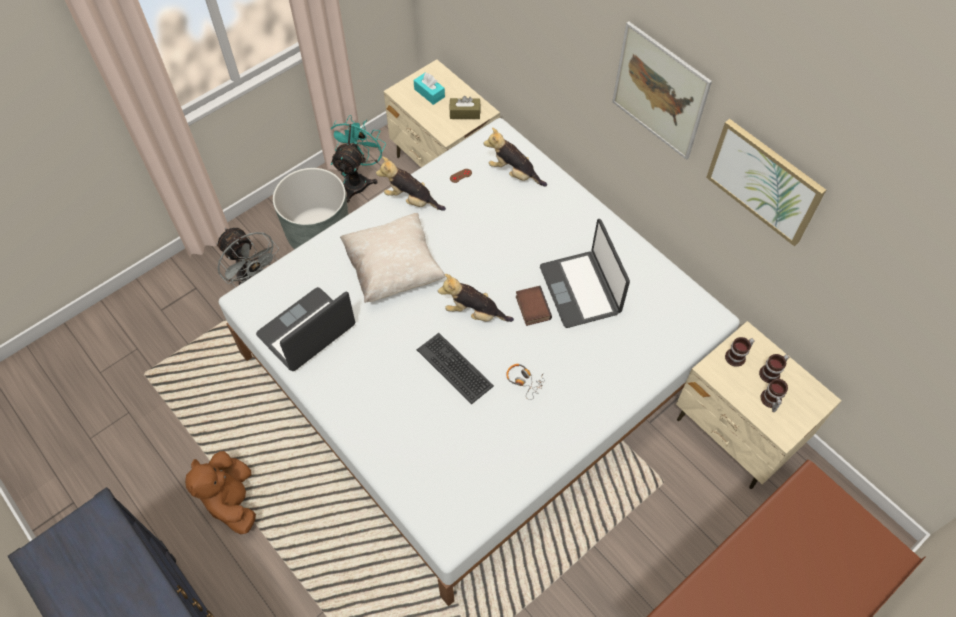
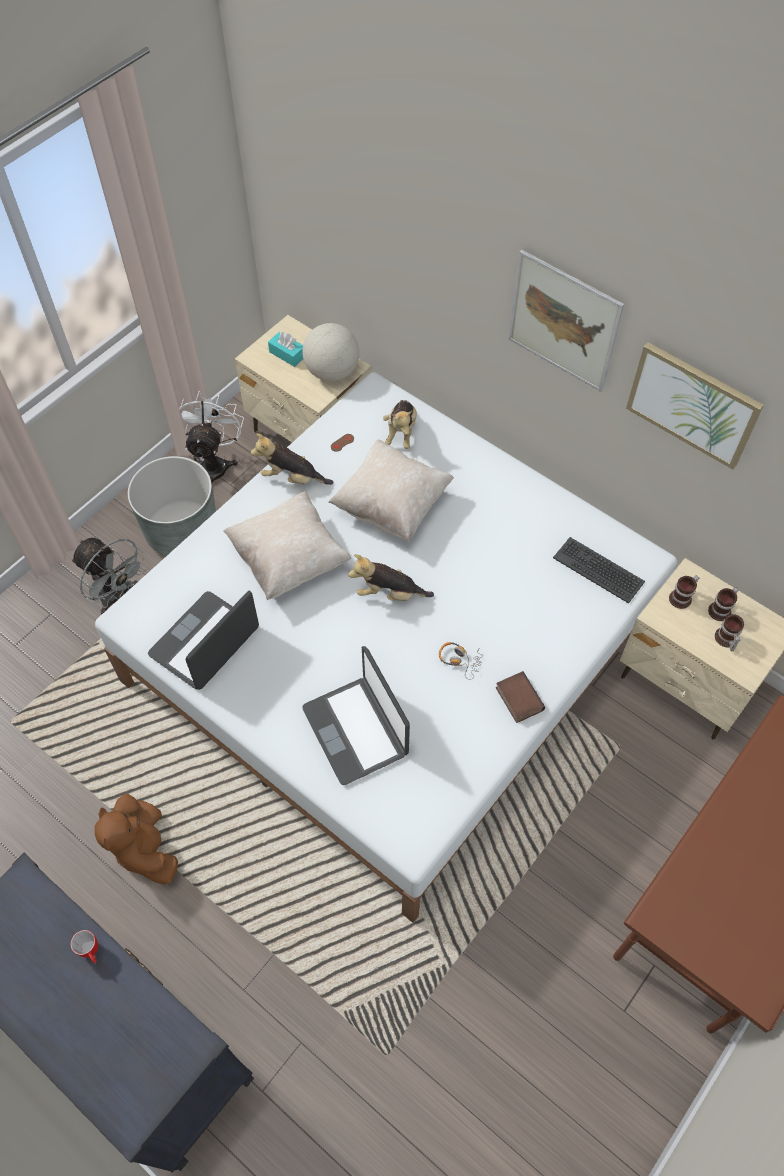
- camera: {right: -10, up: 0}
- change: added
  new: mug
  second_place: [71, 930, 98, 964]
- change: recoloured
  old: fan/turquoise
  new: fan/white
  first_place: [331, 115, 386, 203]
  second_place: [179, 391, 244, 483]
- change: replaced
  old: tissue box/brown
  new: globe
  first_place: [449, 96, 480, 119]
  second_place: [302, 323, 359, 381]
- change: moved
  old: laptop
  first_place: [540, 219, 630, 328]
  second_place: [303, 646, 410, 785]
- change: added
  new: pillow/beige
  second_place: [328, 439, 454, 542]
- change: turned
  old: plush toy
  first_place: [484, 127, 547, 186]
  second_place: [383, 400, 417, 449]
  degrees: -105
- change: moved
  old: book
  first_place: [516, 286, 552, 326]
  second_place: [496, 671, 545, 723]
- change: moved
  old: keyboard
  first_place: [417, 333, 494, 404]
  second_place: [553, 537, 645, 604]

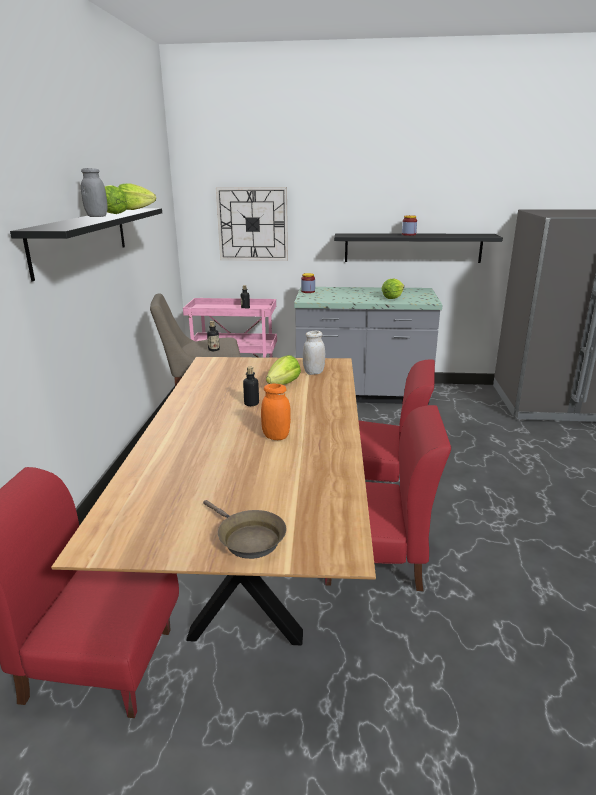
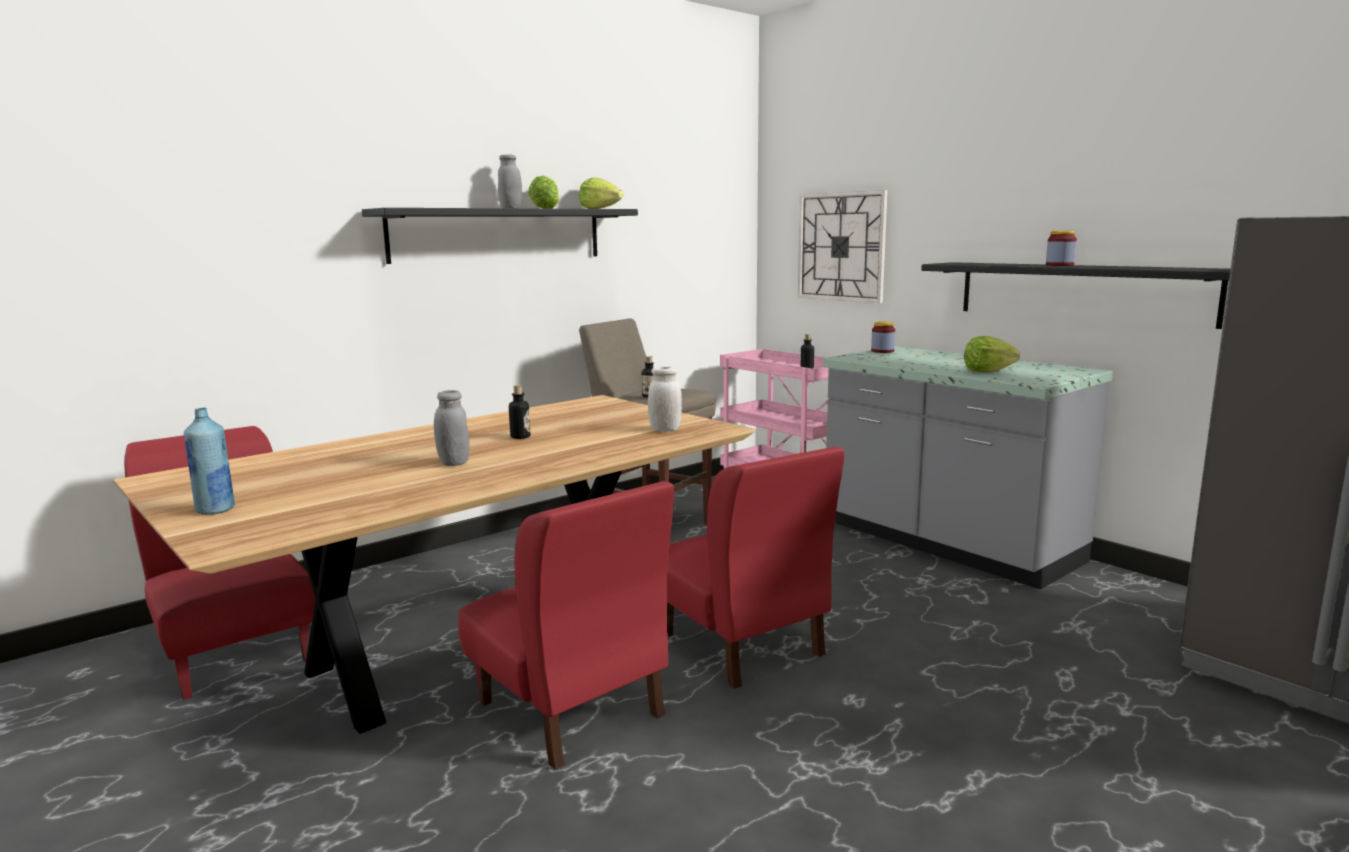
- camera: {right: 45, up: -10}
- change: replaced
  old: frying pan/brown
  new: bottle/blue
  first_place: [203, 500, 286, 559]
  second_place: [184, 407, 235, 515]
- change: recoloured
  old: jar/orange
  new: jar/grey
  first_place: [261, 383, 291, 440]
  second_place: [434, 390, 469, 466]
- change: removed
  old: lettuce
  first_place: [266, 355, 301, 385]

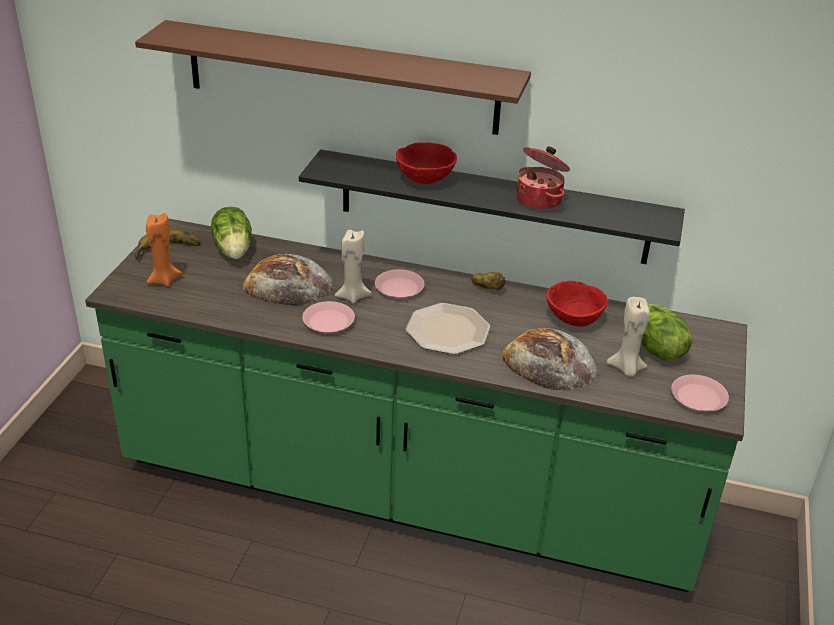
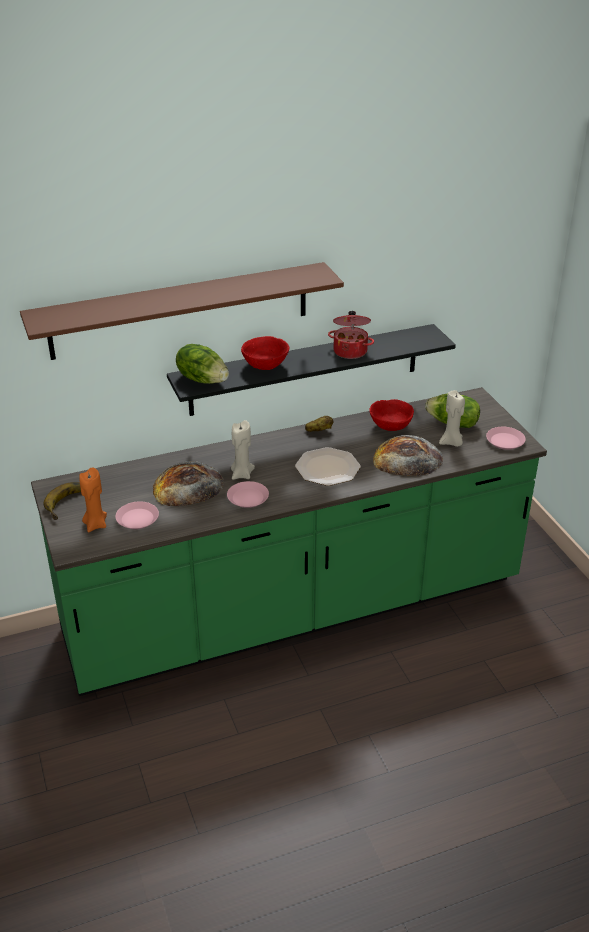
- camera: {right: -35, up: 0}
- change: moved
  old: plate/pink
  first_place: [375, 269, 424, 299]
  second_place: [115, 501, 159, 529]
- change: moved
  old: lettuce
  first_place: [211, 206, 252, 259]
  second_place: [176, 344, 229, 384]

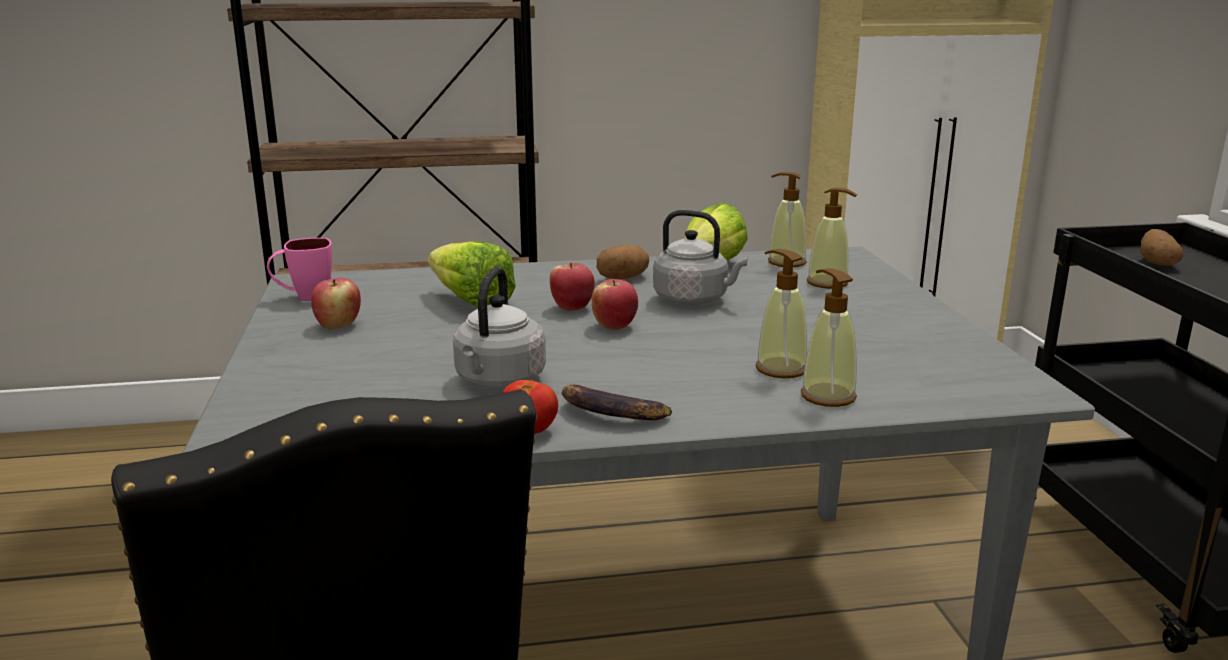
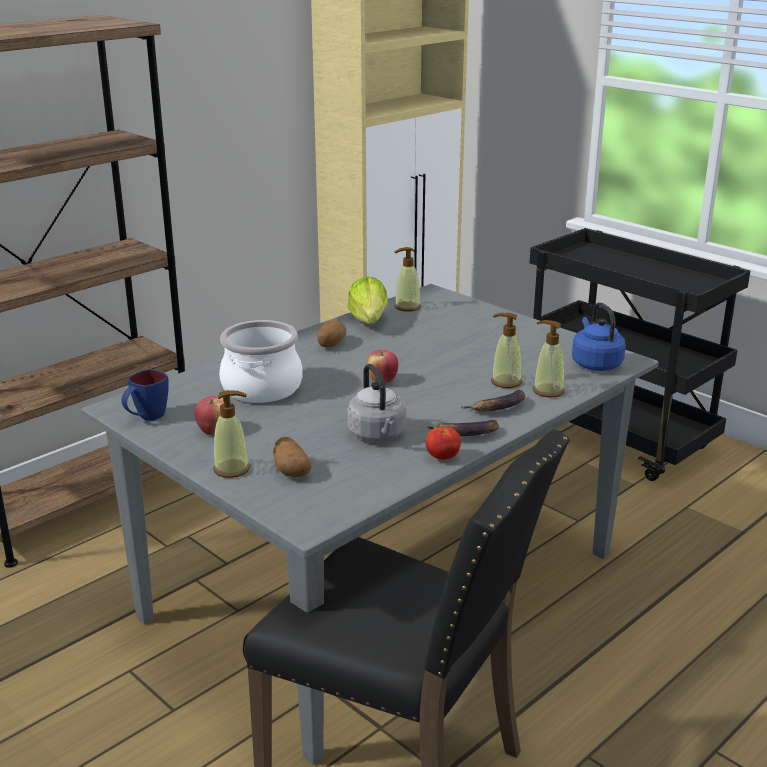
- camera: {right: -35, up: 5}
- change: recoloured
  old: mug/pink
  new: mug/blue
  first_place: [267, 238, 332, 301]
  second_place: [121, 369, 169, 421]
- change: moved
  old: soap dispenser
  first_place: [807, 188, 857, 289]
  second_place: [213, 390, 250, 478]
- change: replaced
  old: lettuce
  new: cooking pot
  first_place: [428, 241, 516, 308]
  second_place: [219, 320, 302, 403]
- change: moved
  old: potato
  first_place: [1140, 229, 1183, 266]
  second_place: [273, 437, 311, 477]
- change: added
  new: banana
  second_place: [460, 390, 526, 412]
- change: added
  new: kettle/blue
  second_place: [572, 302, 626, 371]
- change: removed
  old: apple
  first_place: [550, 263, 595, 311]
- change: removed
  old: kettle/grey
  first_place: [653, 210, 748, 305]

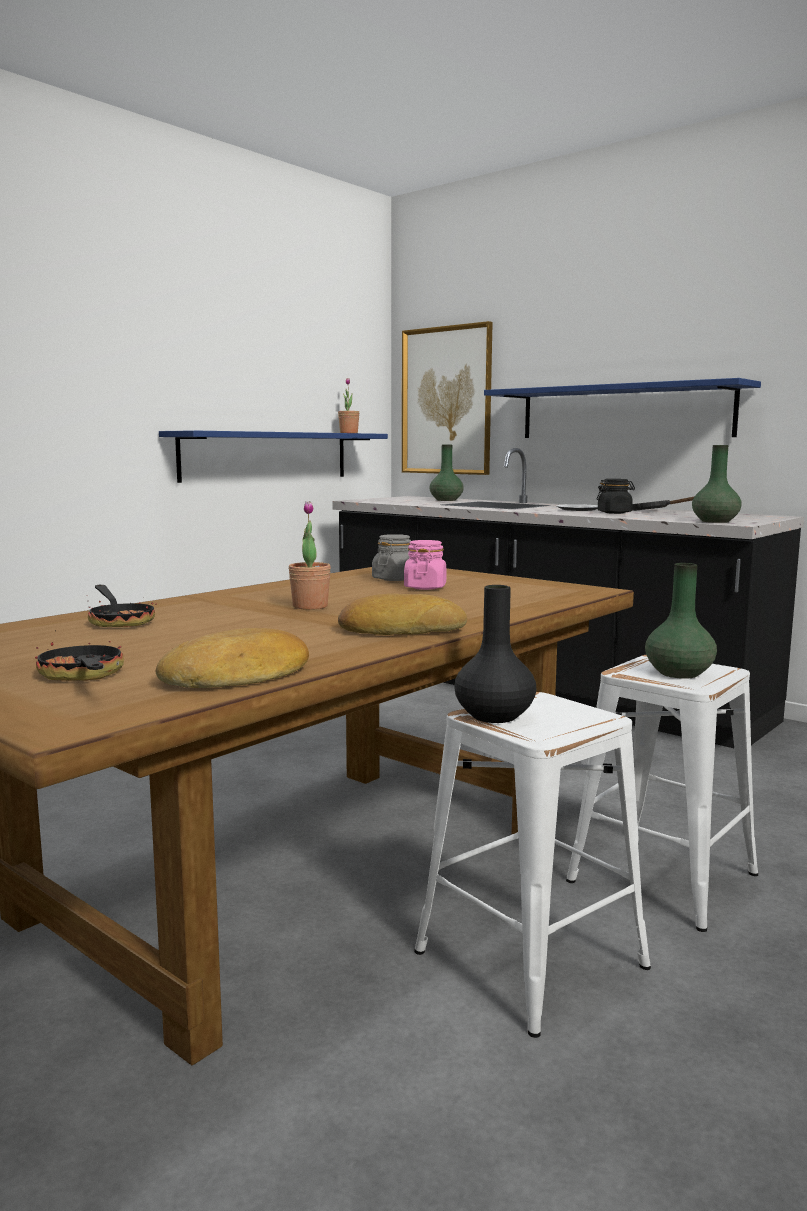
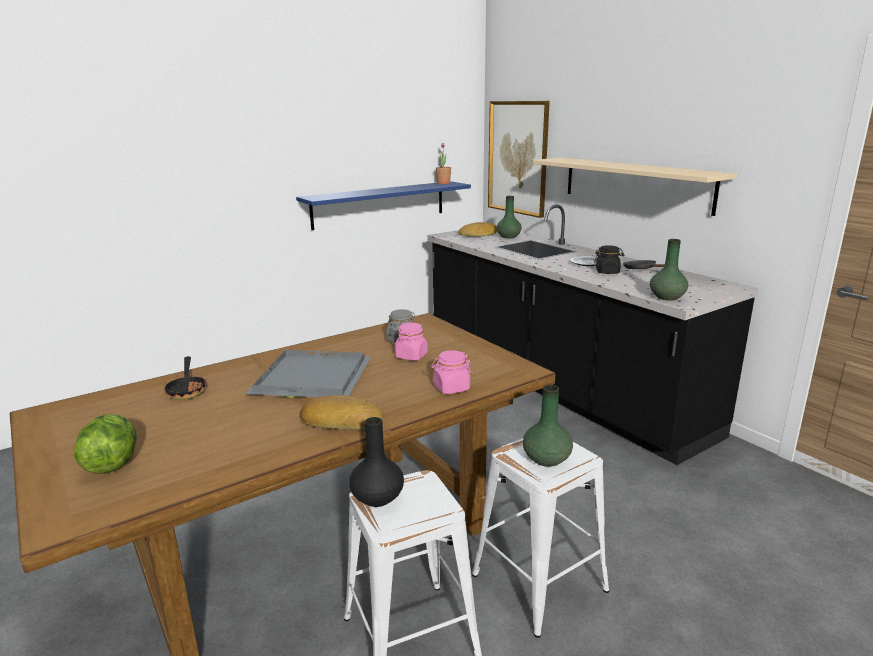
- camera: {right: 15, up: 10}
- change: replaced
  old: frying pan
  new: lettuce
  first_place: [35, 630, 124, 681]
  second_place: [74, 414, 137, 474]
- change: replaced
  old: potted plant
  new: tray/grey
  first_place: [288, 501, 331, 610]
  second_place: [245, 350, 371, 398]
- change: added
  new: jar/pink
  second_place: [431, 350, 471, 394]
- change: moved
  old: bread
  first_place: [156, 628, 309, 688]
  second_place: [458, 222, 497, 237]
- change: recoloured
  old: shelf/blue
  new: shelf/beige
  first_place: [484, 378, 761, 438]
  second_place: [533, 158, 737, 216]

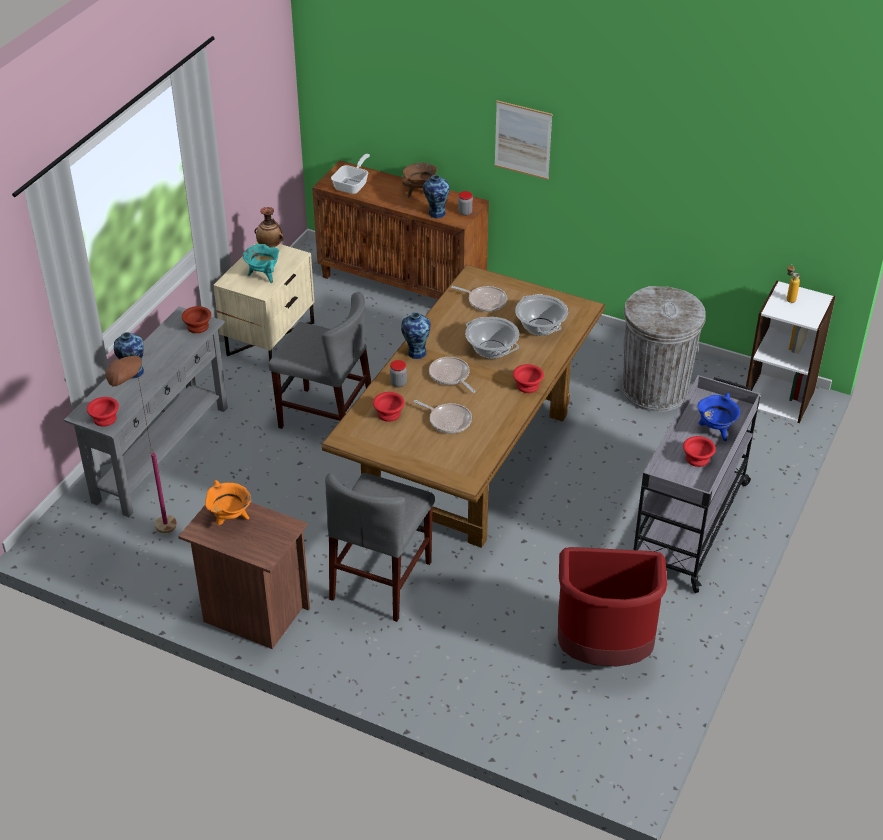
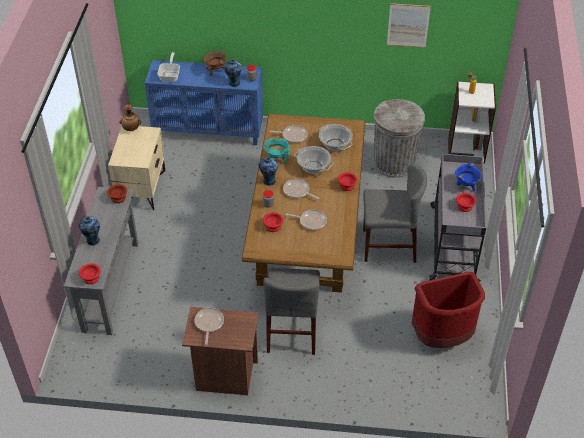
- camera: {right: -20, up: 5}
- change: recoloured
  old: cabinet/brown
  new: cabinet/blue
  first_place: [312, 160, 489, 299]
  second_place: [145, 60, 263, 145]
- change: replaced
  old: cooking pot/orange
  new: frying pan
  first_place: [205, 480, 251, 525]
  second_place: [195, 308, 224, 345]
- change: moved
  old: cooking pot/turquoise
  first_place: [242, 244, 279, 283]
  second_place: [264, 138, 290, 163]
- change: moved
  old: chair/grey
  first_place: [269, 292, 371, 429]
  second_place: [363, 163, 427, 263]
- change: moved
  old: picture
  first_place: [494, 100, 552, 180]
  second_place: [387, 3, 431, 48]
- change: removed
  old: floor lamp/brown
  first_place: [105, 354, 177, 534]

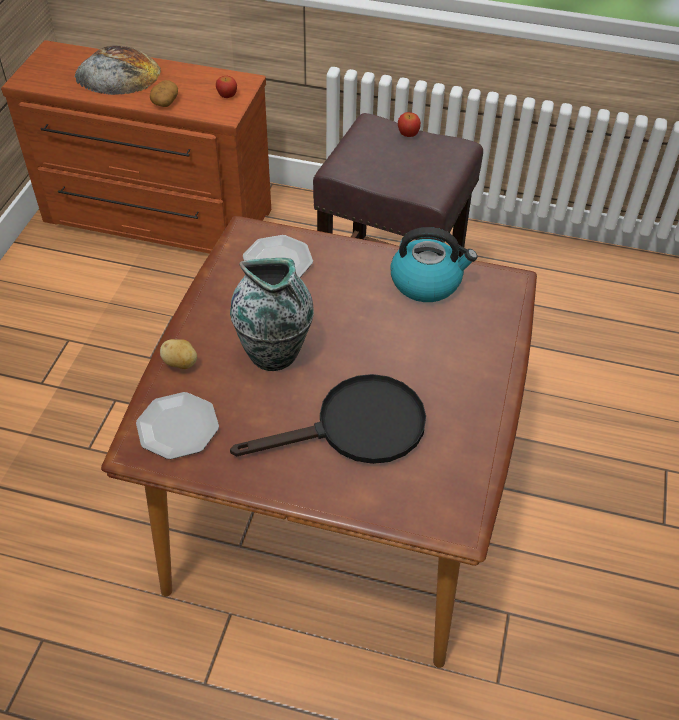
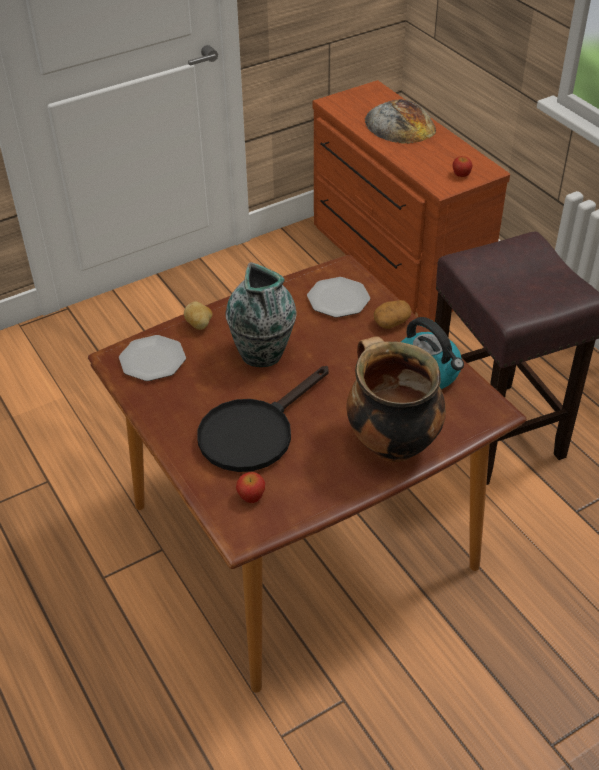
- camera: {right: 45, up: -5}
- change: turned
  old: frying pan/black
  first_place: [230, 374, 426, 464]
  second_place: [197, 366, 329, 472]
  degrees: 105
- change: moved
  old: apple
  first_place: [398, 112, 421, 137]
  second_place: [236, 472, 265, 503]
- change: added
  new: cooking pot
  second_place: [346, 337, 446, 462]
- change: moved
  old: potato
  first_place: [150, 80, 178, 107]
  second_place: [374, 300, 412, 329]

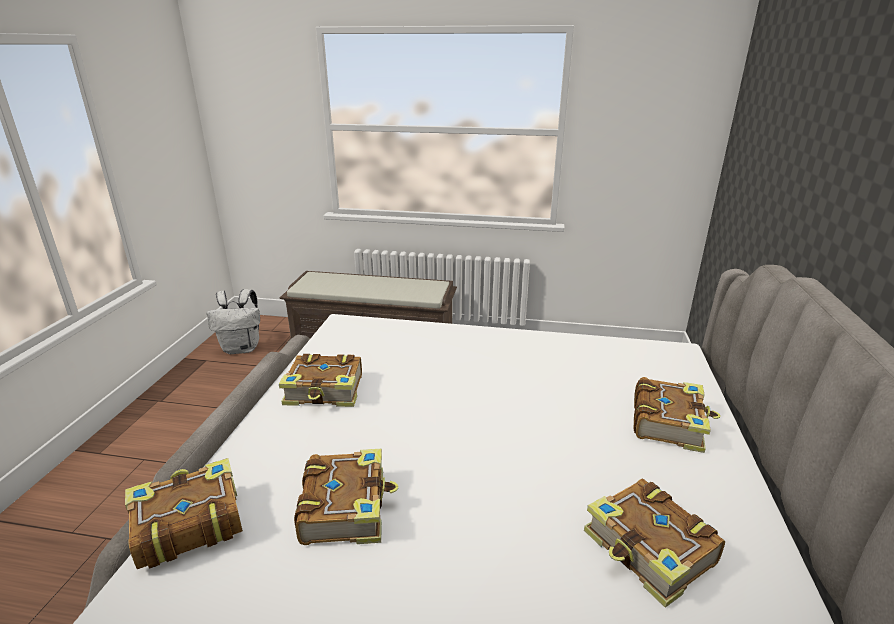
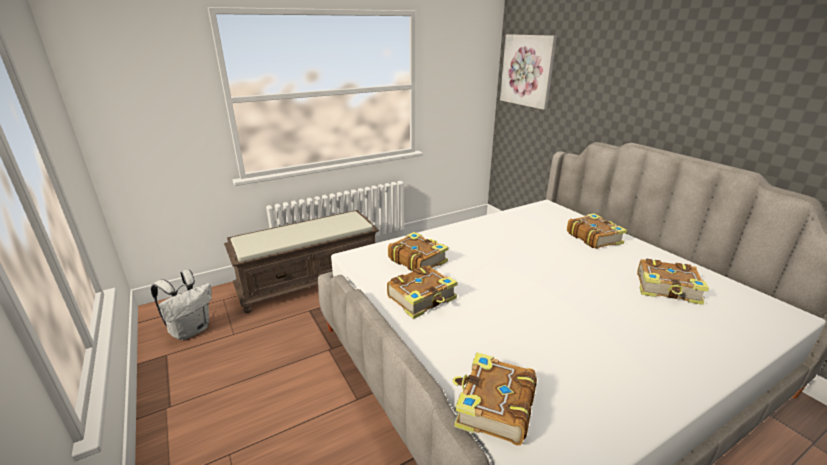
- camera: {right: -40, up: 0}
- change: moved
  old: book
  first_place: [294, 449, 399, 545]
  second_place: [388, 232, 448, 271]
- change: added
  new: picture
  second_place: [500, 34, 557, 110]

